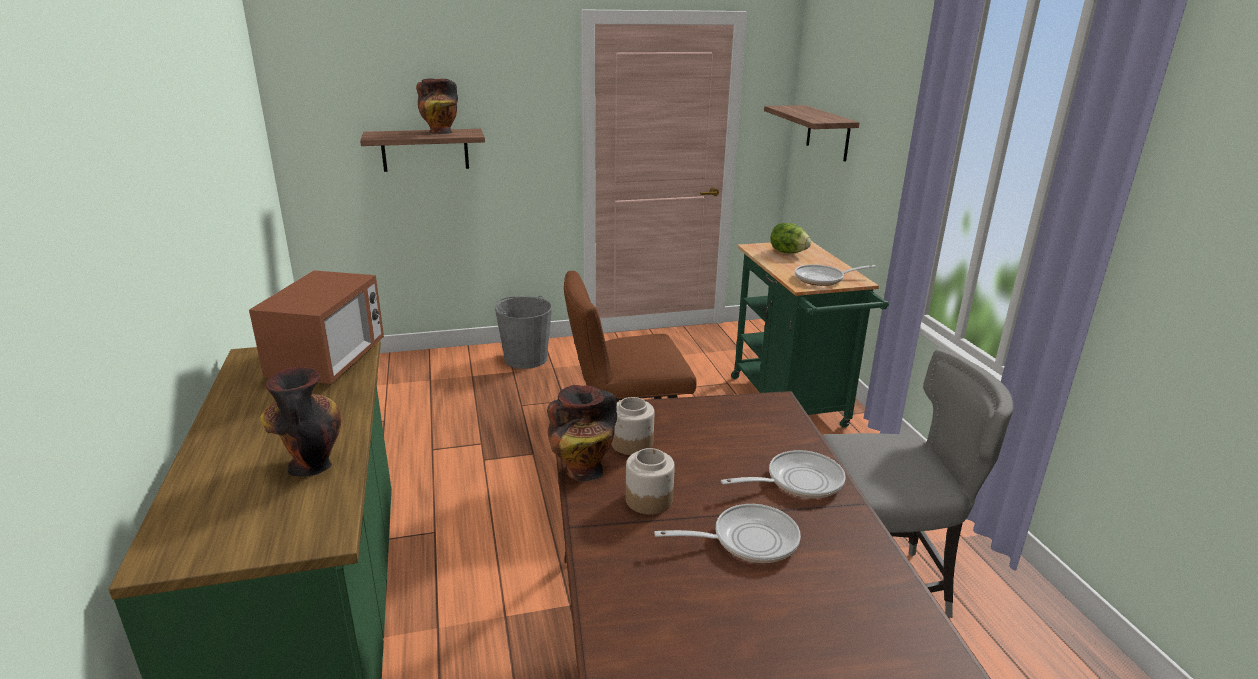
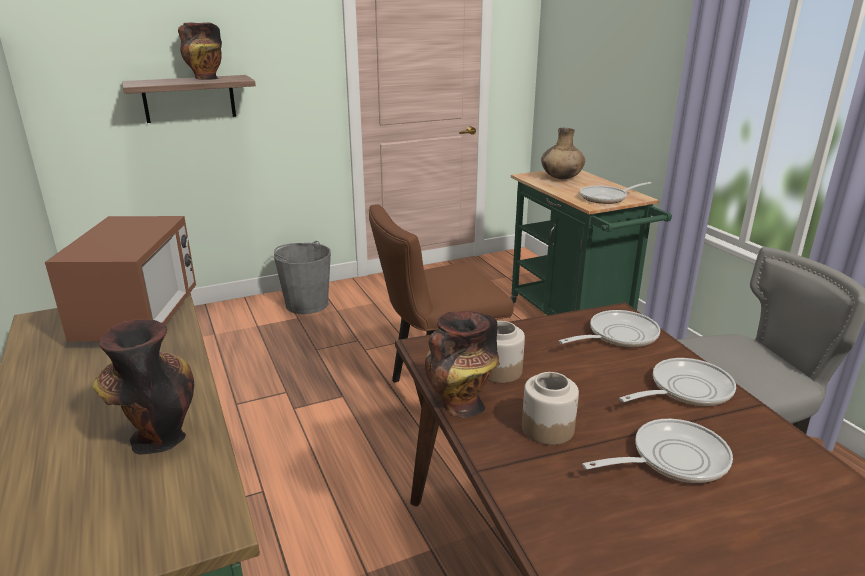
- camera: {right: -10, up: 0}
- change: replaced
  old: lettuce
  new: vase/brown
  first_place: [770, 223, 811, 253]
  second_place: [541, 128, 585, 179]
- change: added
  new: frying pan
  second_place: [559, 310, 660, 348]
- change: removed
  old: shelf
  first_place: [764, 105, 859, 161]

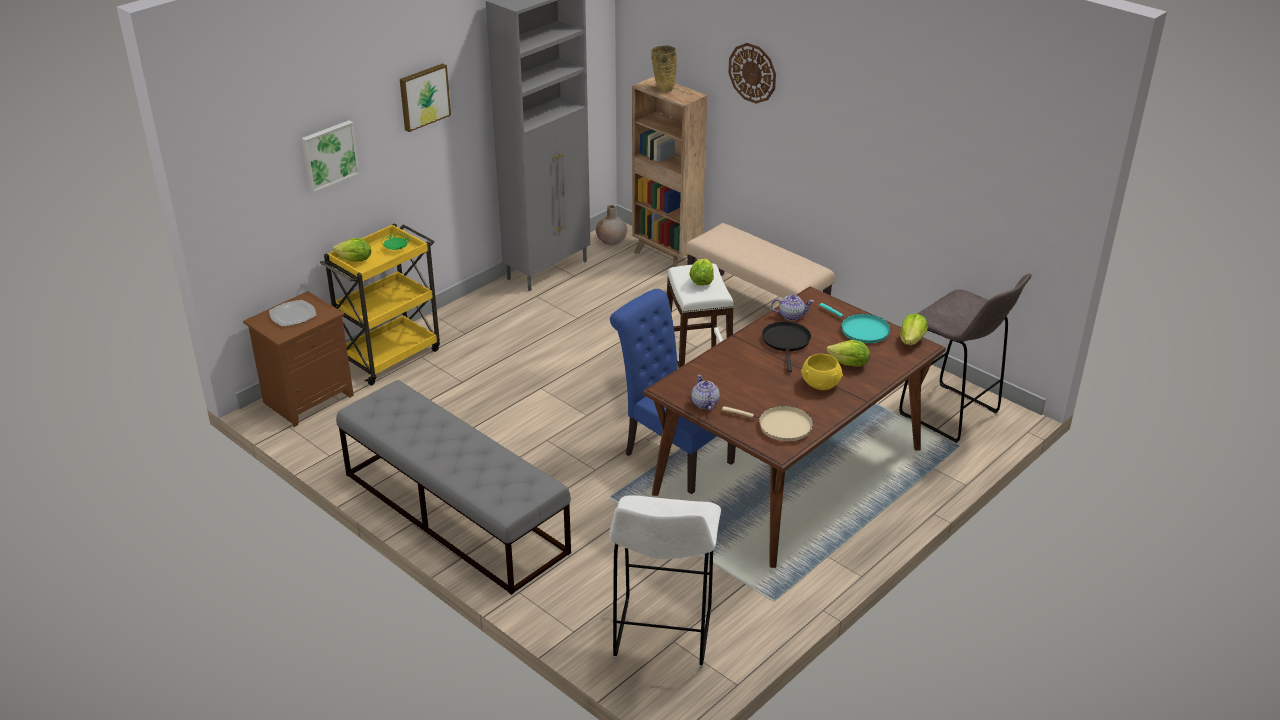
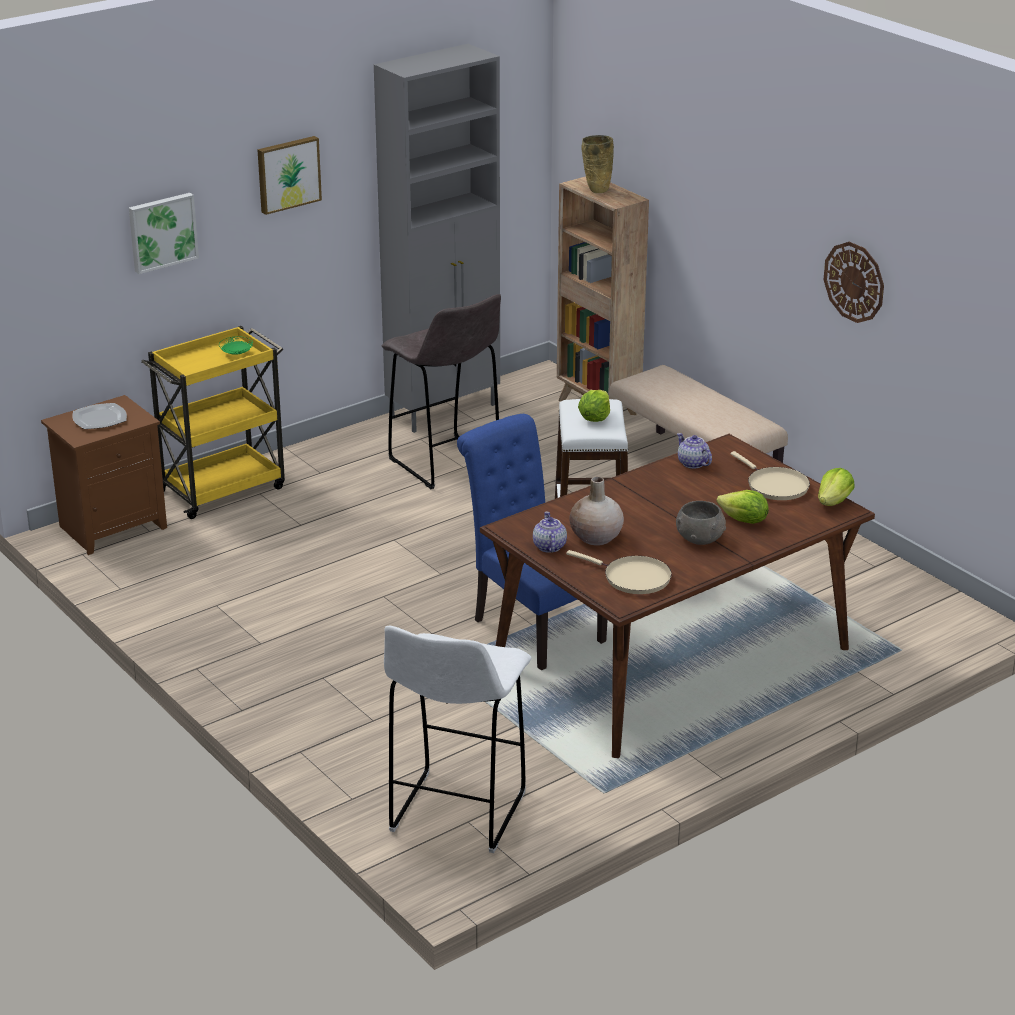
- camera: {right: 10, up: -5}
- change: moved
  old: stool/grey
  first_place: [899, 273, 1031, 443]
  second_place: [382, 294, 501, 489]
- change: moved
  old: vase/beige
  first_place: [596, 205, 627, 245]
  second_place: [569, 477, 624, 546]
- change: recoloured
  old: bowl/yellow
  new: bowl/grey
  first_place: [801, 354, 843, 390]
  second_place: [676, 501, 726, 545]
- change: turned
  old: teapot
  first_place: [771, 295, 814, 321]
  second_place: [677, 433, 712, 469]
  degrees: -135
- change: recoloured
  old: frying pan/turquoise
  new: frying pan/beige
  first_place: [819, 303, 891, 343]
  second_place: [731, 451, 810, 500]
- change: moved
  old: wall clock
  first_place: [728, 43, 776, 104]
  second_place: [824, 242, 884, 323]
- change: removed
  old: lettuce
  first_place: [333, 238, 371, 262]
- change: removed
  old: bench/grey
  first_place: [336, 380, 571, 595]
- change: removed
  old: frying pan/black
  first_place: [762, 321, 811, 372]

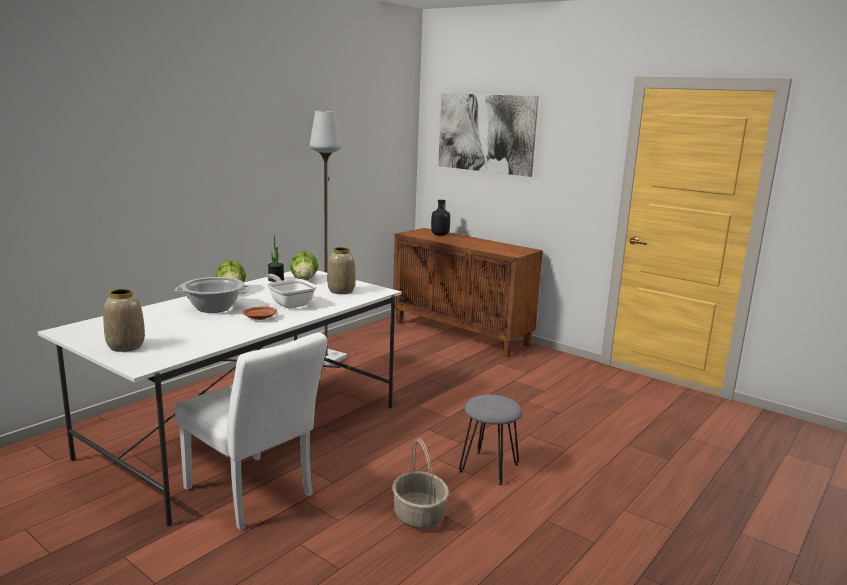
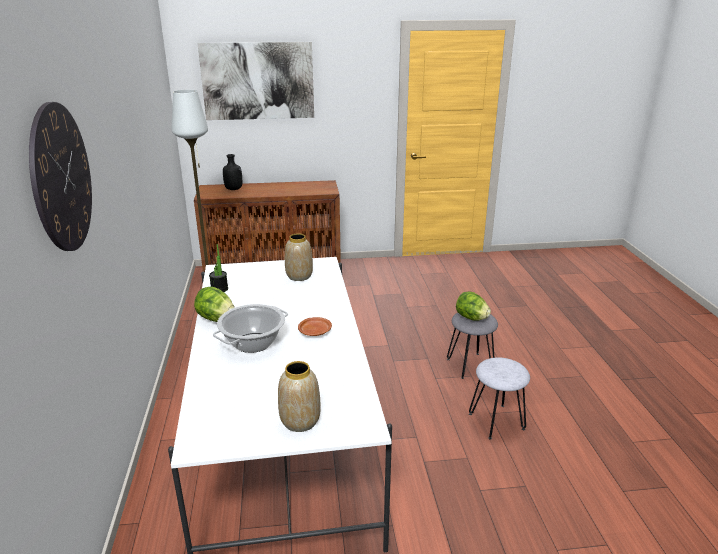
- camera: {right: -45, up: 10}
- change: added
  new: wall clock
  second_place: [29, 102, 92, 251]
- change: moved
  old: lettuce
  first_place: [290, 251, 318, 281]
  second_place: [456, 292, 491, 321]
- change: replaced
  old: basket
  new: stool/grey
  first_place: [392, 438, 449, 529]
  second_place: [469, 357, 530, 439]
- change: removed
  old: chair/white
  first_place: [175, 333, 328, 530]
- change: removed
  old: frying pan
  first_place: [266, 274, 317, 308]

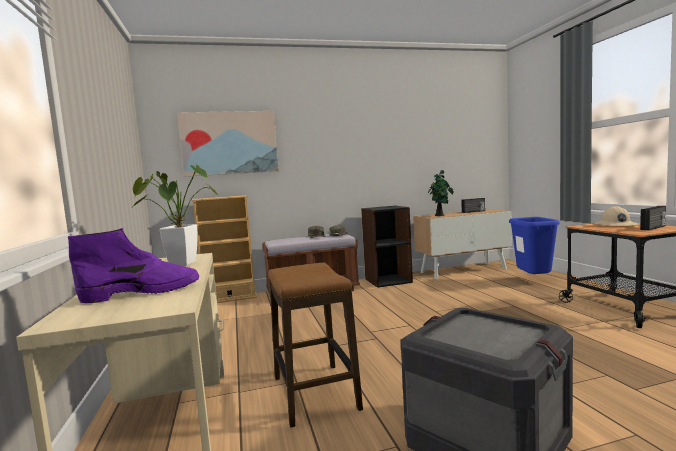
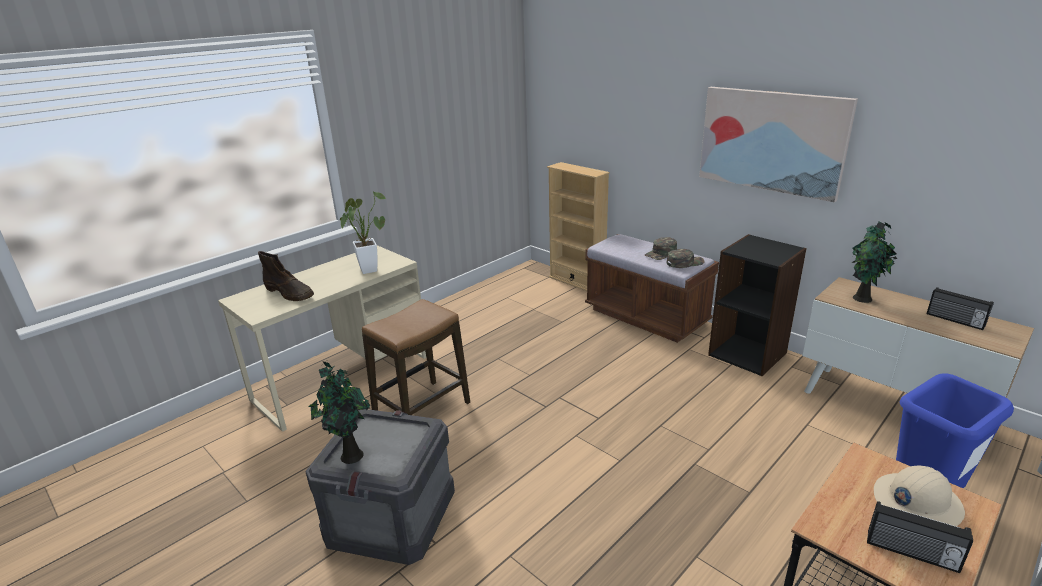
- camera: {right: 60, up: 20}
- change: recoloured
  old: boot/purple
  new: boot/brown
  first_place: [68, 228, 199, 303]
  second_place: [258, 251, 314, 301]
- change: added
  new: potted plant
  second_place: [308, 361, 370, 464]
- change: moved
  old: picture
  first_place: [177, 111, 279, 177]
  second_place: [699, 87, 858, 202]

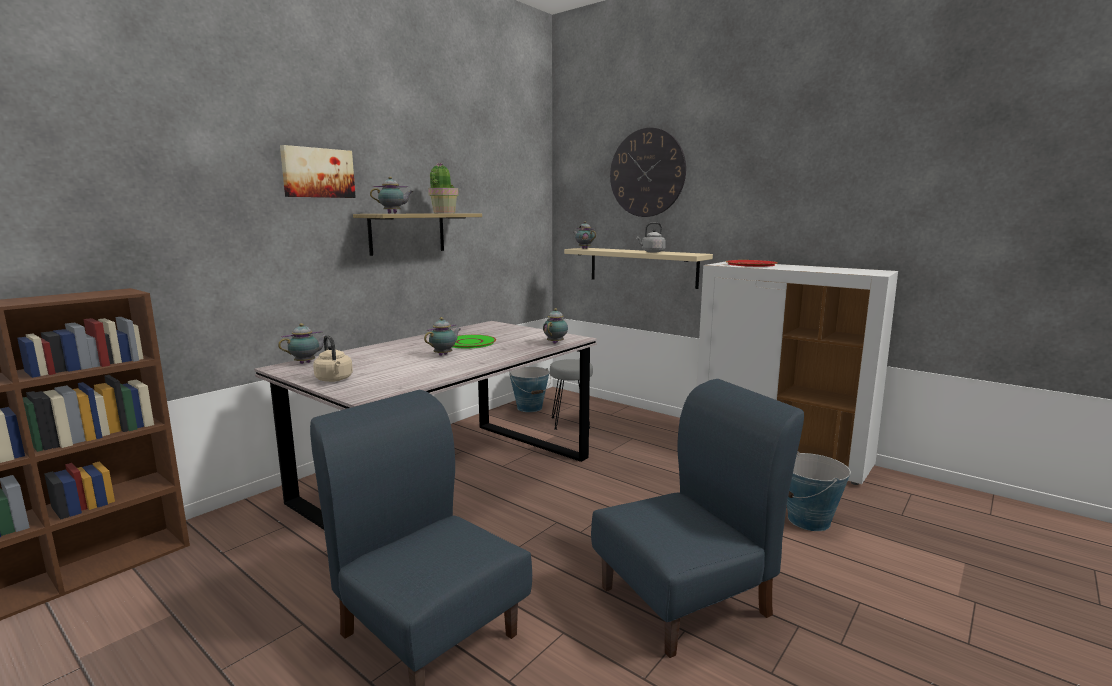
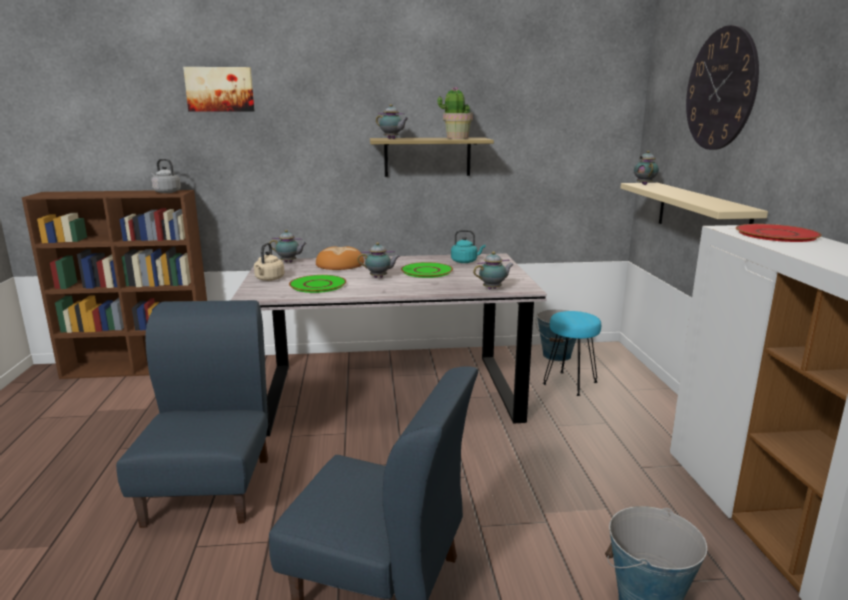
- camera: {right: 45, up: 5}
- change: moved
  old: kettle/grey
  first_place: [636, 222, 666, 252]
  second_place: [151, 159, 181, 193]
- change: moved
  old: picture
  first_place: [280, 145, 356, 198]
  second_place: [183, 67, 255, 112]
- change: added
  new: plate/green
  second_place: [289, 275, 346, 293]
- change: added
  new: bread
  second_place: [316, 246, 364, 270]
- change: added
  new: kettle/turquoise
  second_place: [451, 230, 486, 263]
- change: recoloured
  old: stool/grey
  new: stool/turquoise
  first_place: [550, 359, 593, 430]
  second_place: [543, 311, 601, 396]

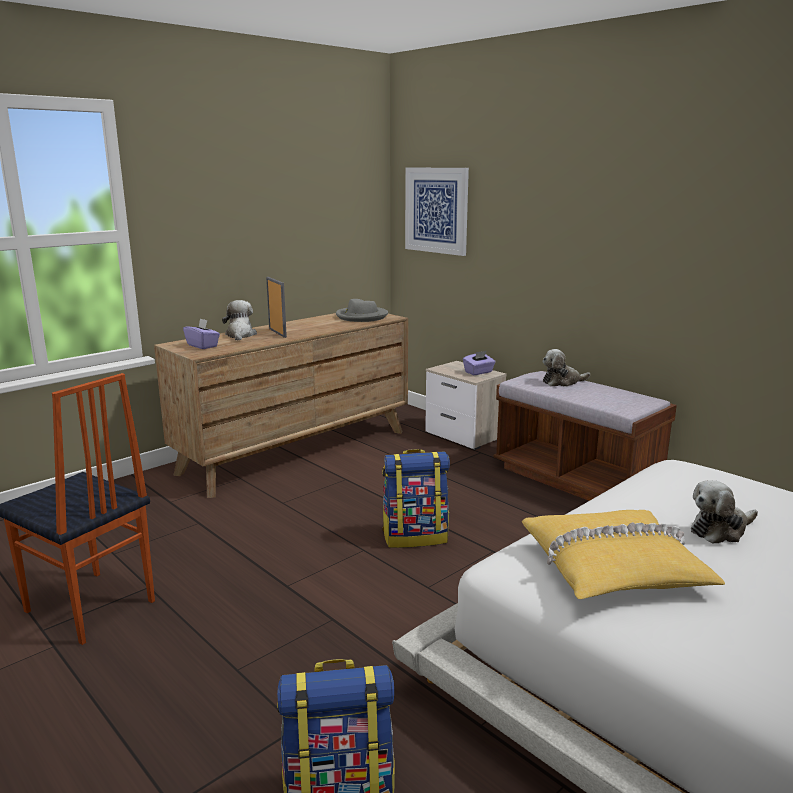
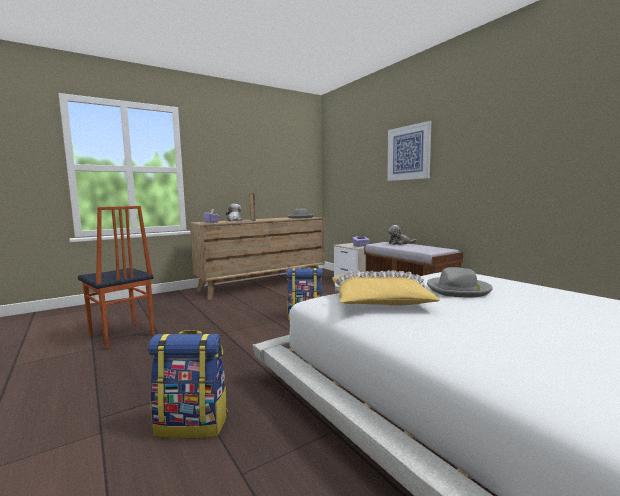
- camera: {right: 10, up: -10}
- change: moved
  old: picture
  first_place: [405, 167, 469, 256]
  second_place: [387, 121, 431, 181]
- change: replaced
  old: plush toy
  new: hat/grey
  first_place: [691, 480, 758, 544]
  second_place: [427, 267, 493, 297]

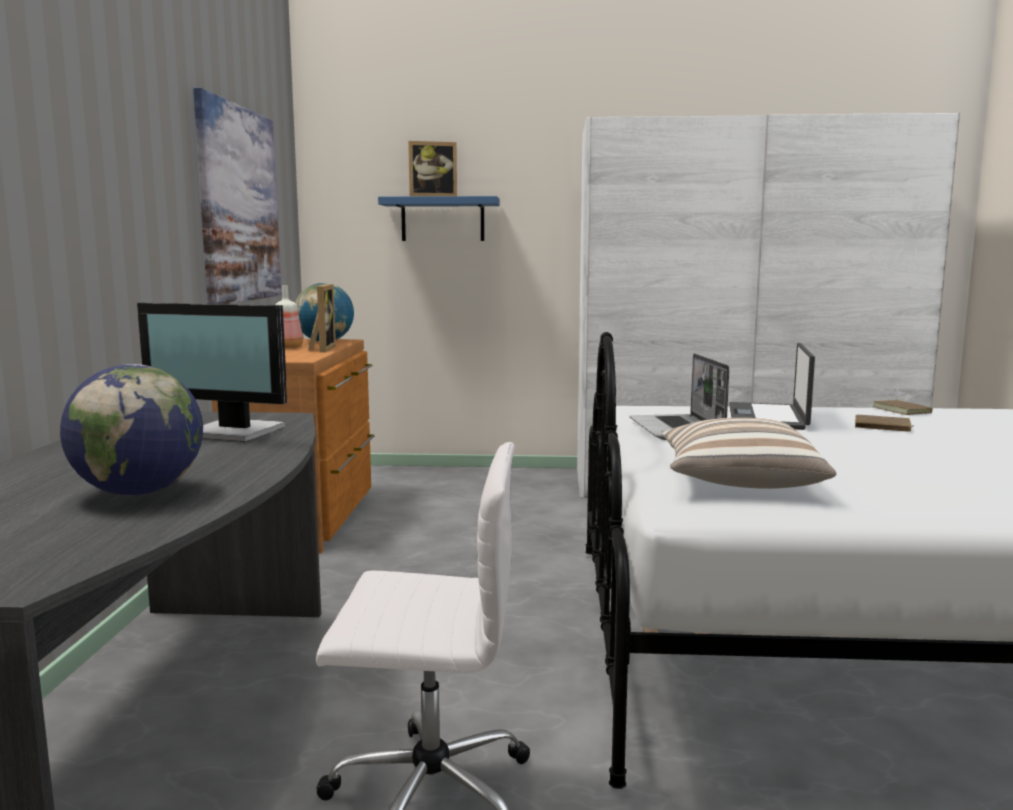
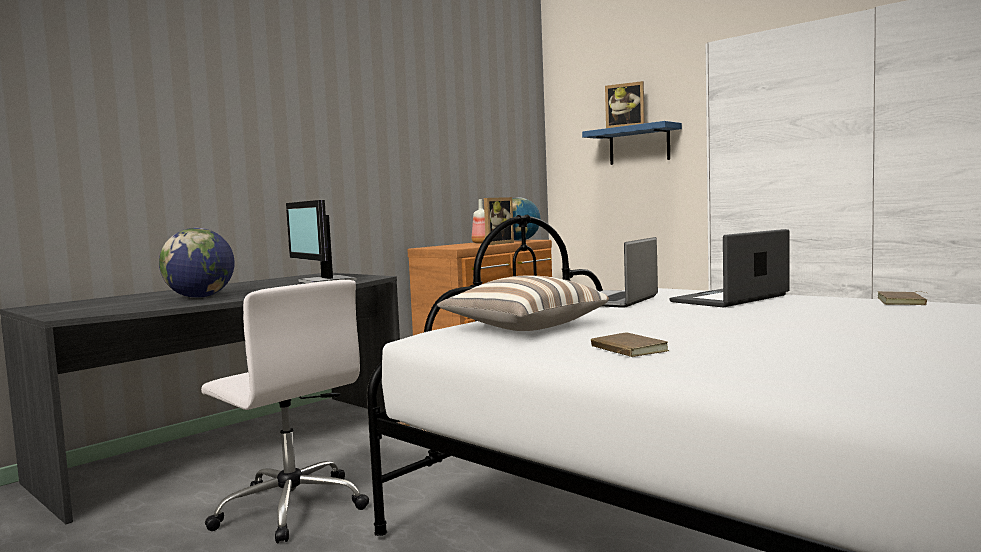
- camera: {right: 40, up: -5}
- change: moved
  old: book/brown
  first_place: [855, 415, 914, 432]
  second_place: [591, 332, 669, 357]
- change: removed
  old: picture
  first_place: [193, 88, 281, 304]

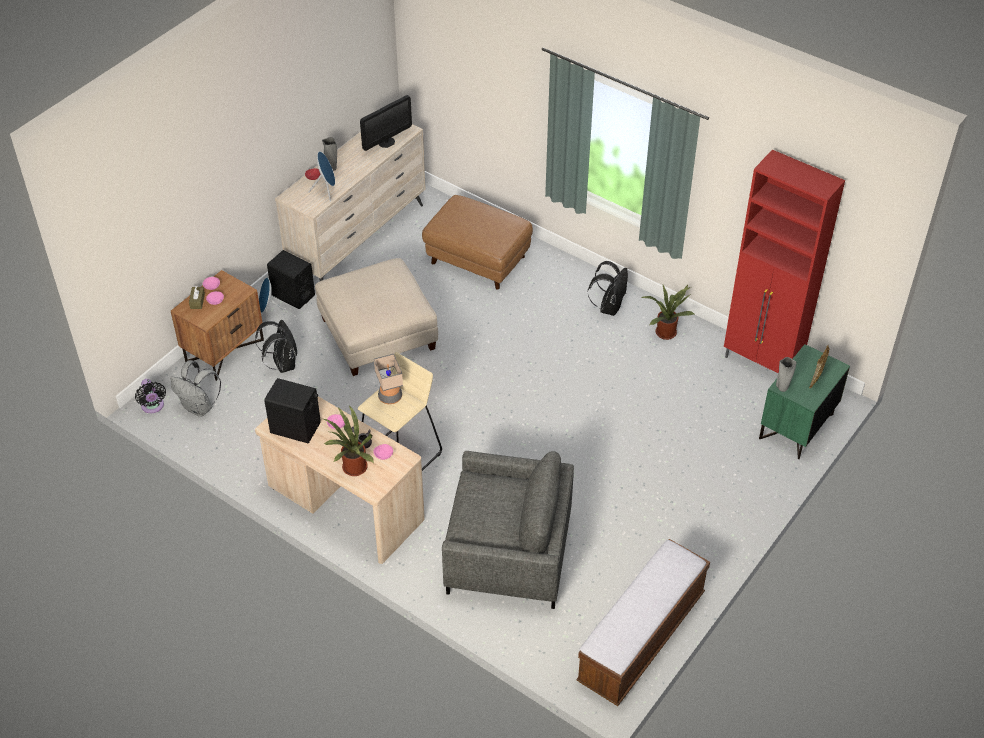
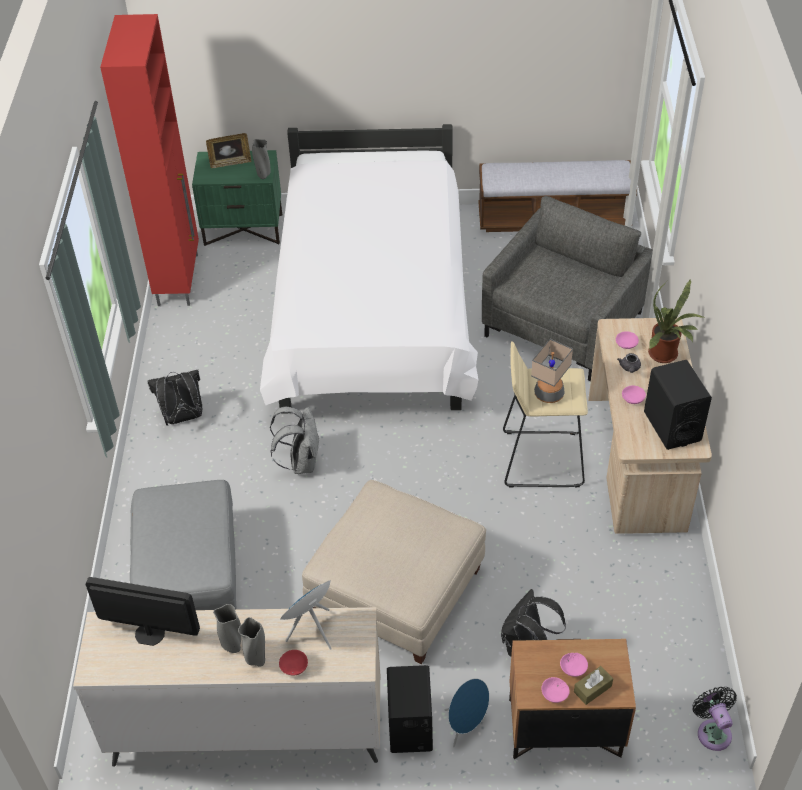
- camera: {right: -125, up: 0}
- change: recoloured
  old: ottoman/brown
  new: ottoman/grey
  first_place: [422, 195, 533, 290]
  second_place: [130, 480, 236, 610]
- change: added
  new: vase/grey
  second_place: [213, 604, 241, 653]
- change: added
  new: bed/white
  second_place: [260, 124, 478, 413]
- change: moved
  old: backpack/grey
  first_place: [171, 360, 221, 417]
  second_place: [270, 407, 320, 474]
- change: turned
  old: armchair/grey
  first_place: [442, 451, 574, 609]
  second_place: [482, 196, 653, 381]
  degrees: 60
- change: turned
  old: fan/black
  first_place: [135, 379, 166, 413]
  second_place: [692, 687, 737, 751]
  degrees: -45
- change: removed
  old: potted plant
  first_place: [640, 285, 694, 340]

